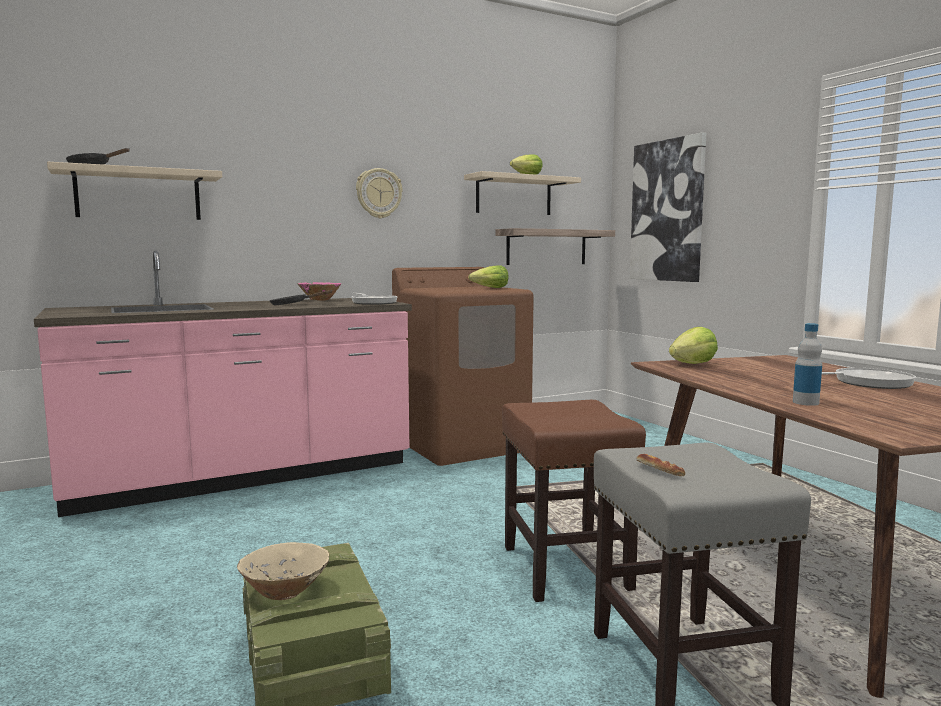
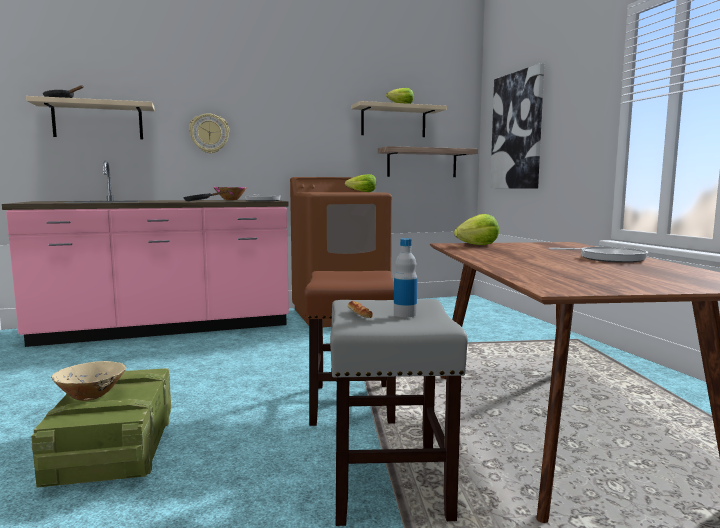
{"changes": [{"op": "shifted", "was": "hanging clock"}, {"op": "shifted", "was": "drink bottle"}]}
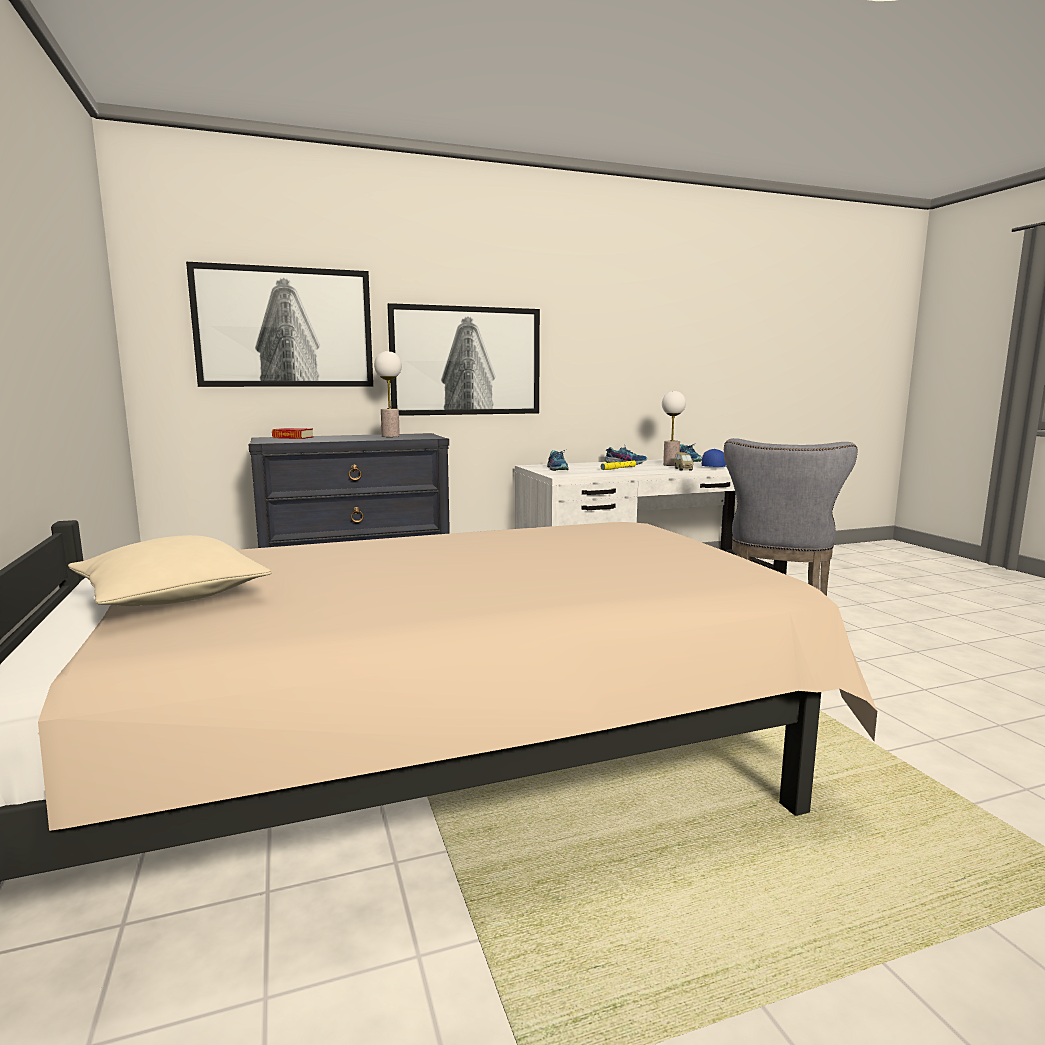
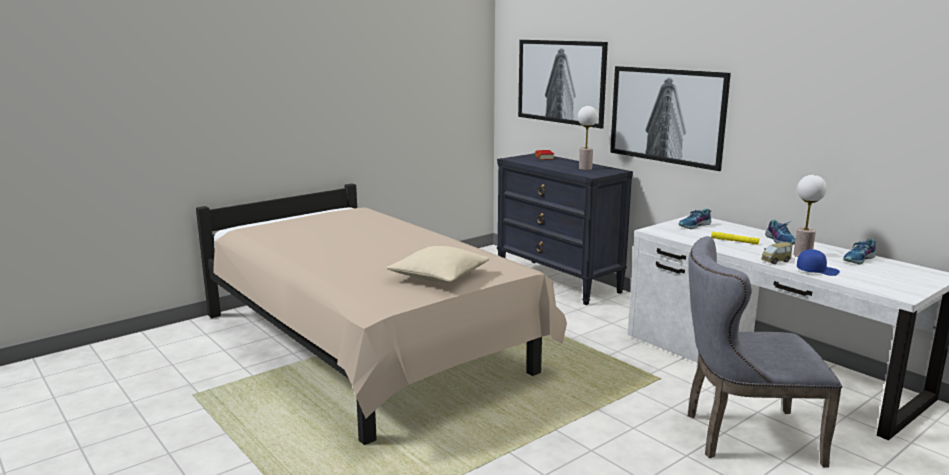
{"changes": [{"op": "shifted", "was": "beige-coloured throw pillow"}]}
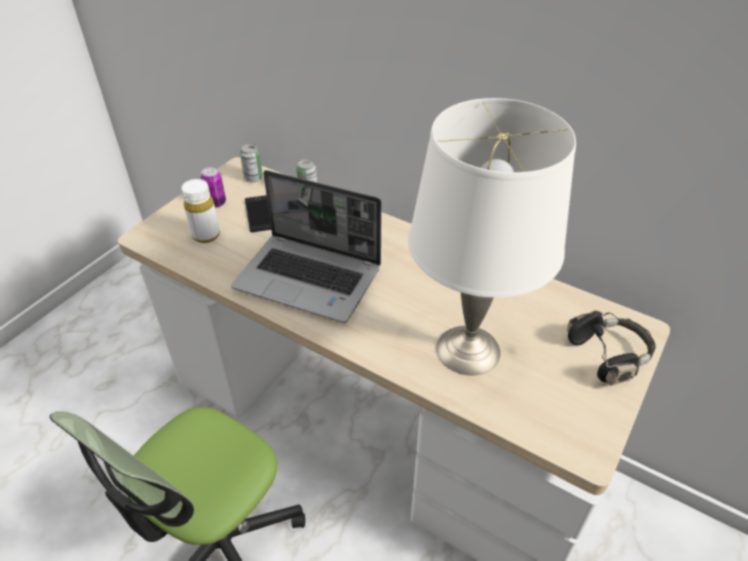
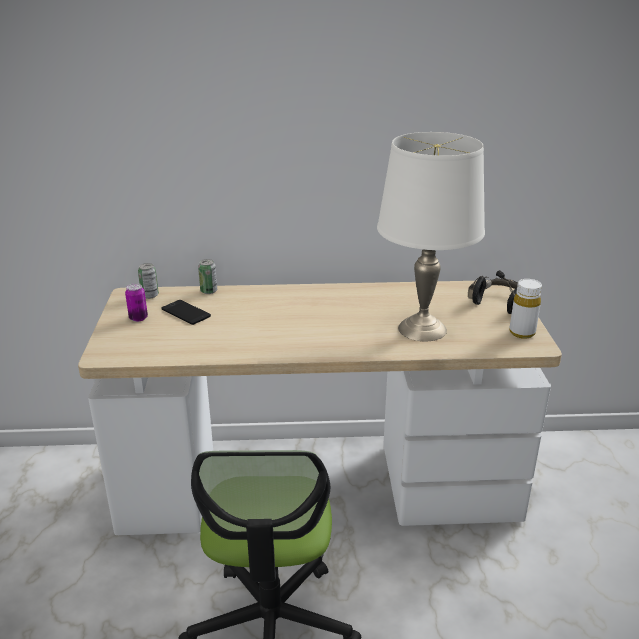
{"changes": [{"op": "shifted", "was": "white drink bottle"}, {"op": "gone", "was": "laptop"}]}
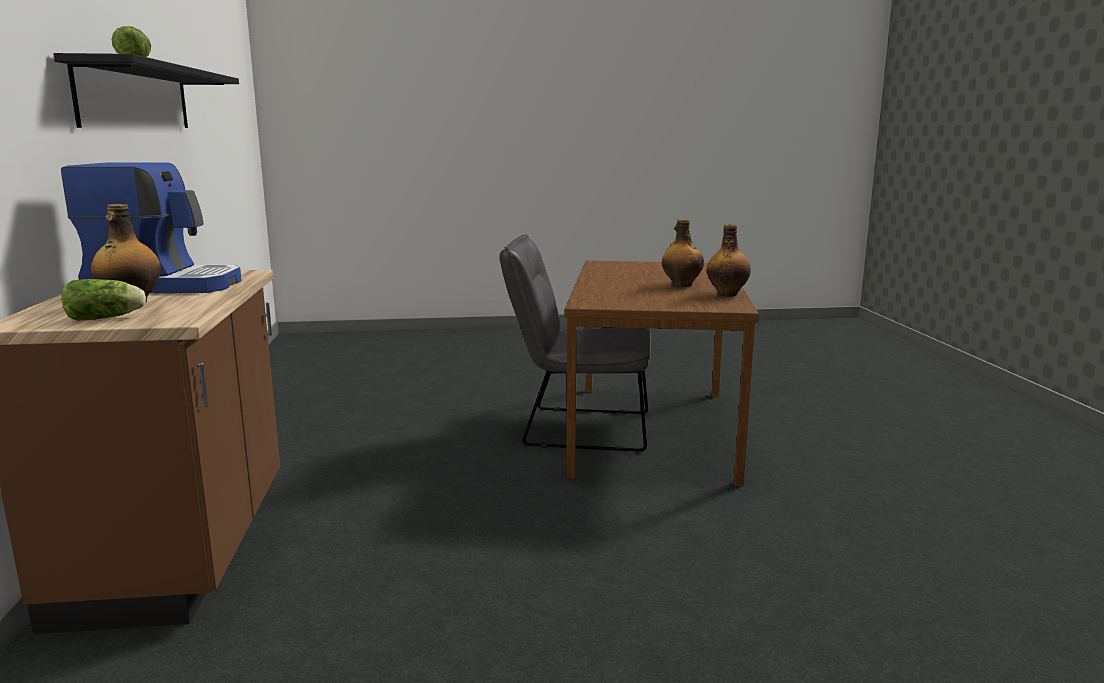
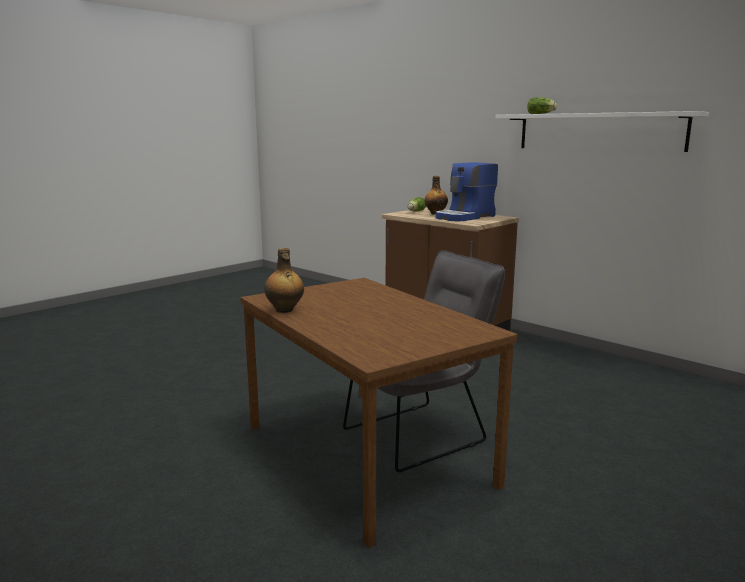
{"changes": [{"op": "repainted", "was": "blackish shelf", "now": "white shelf"}, {"op": "gone", "was": "drink bottle (no. 2 from left)"}]}
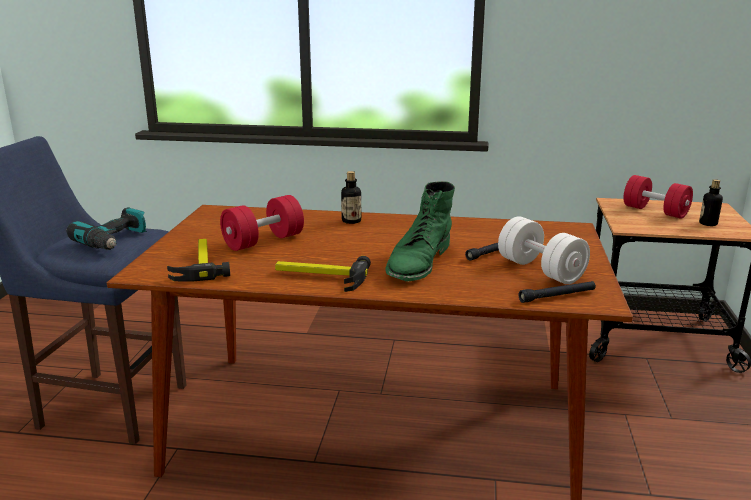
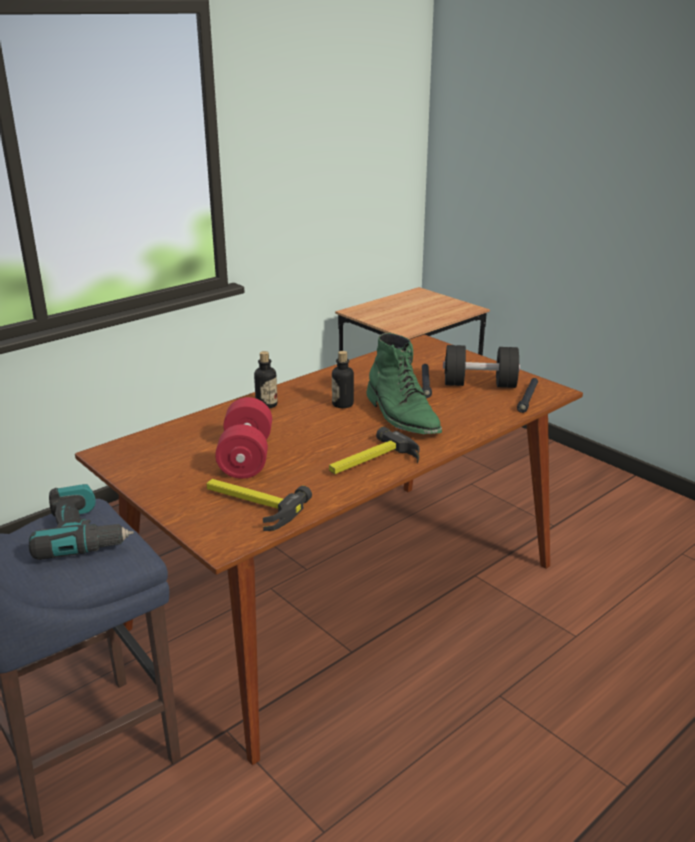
{"changes": [{"op": "shifted", "was": "drink bottle (no. 2 from left)"}, {"op": "repainted", "was": "white dumbbell", "now": "blackish dumbbell"}, {"op": "gone", "was": "red dumbbell (no. 2 from left)"}]}
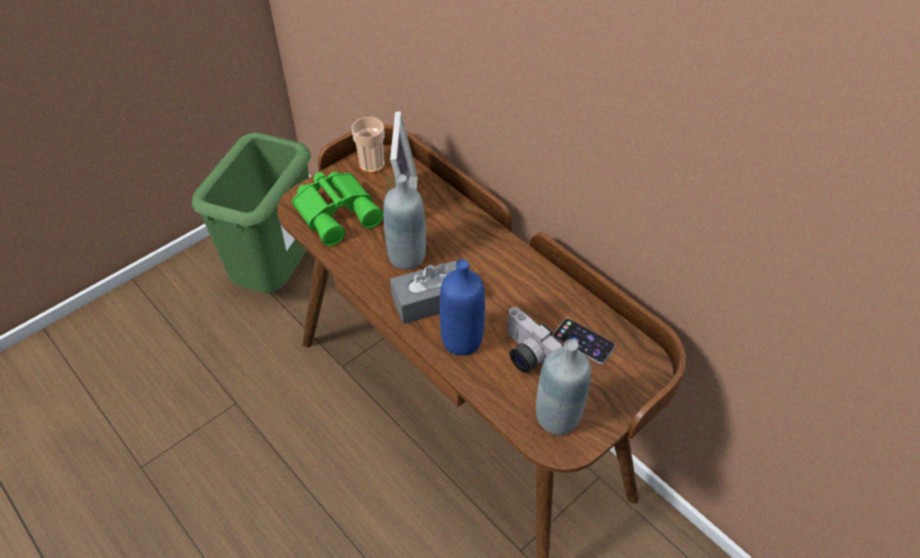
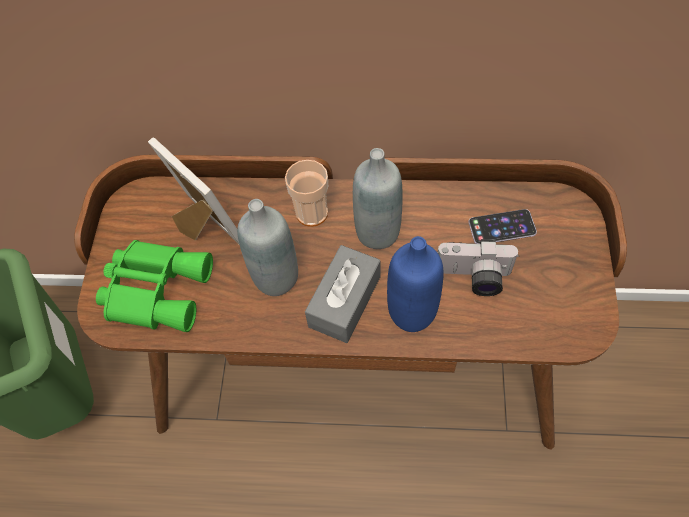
{"changes": [{"op": "shifted", "was": "cup"}, {"op": "shifted", "was": "gray drink bottle (no. 2 from left)"}]}
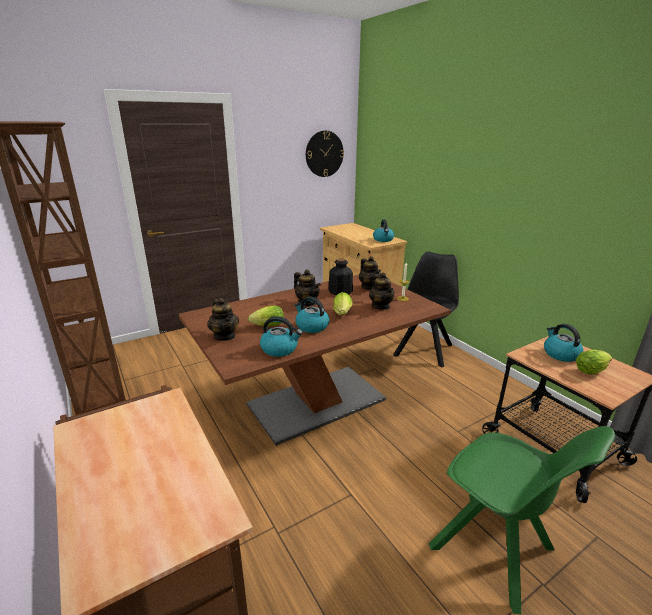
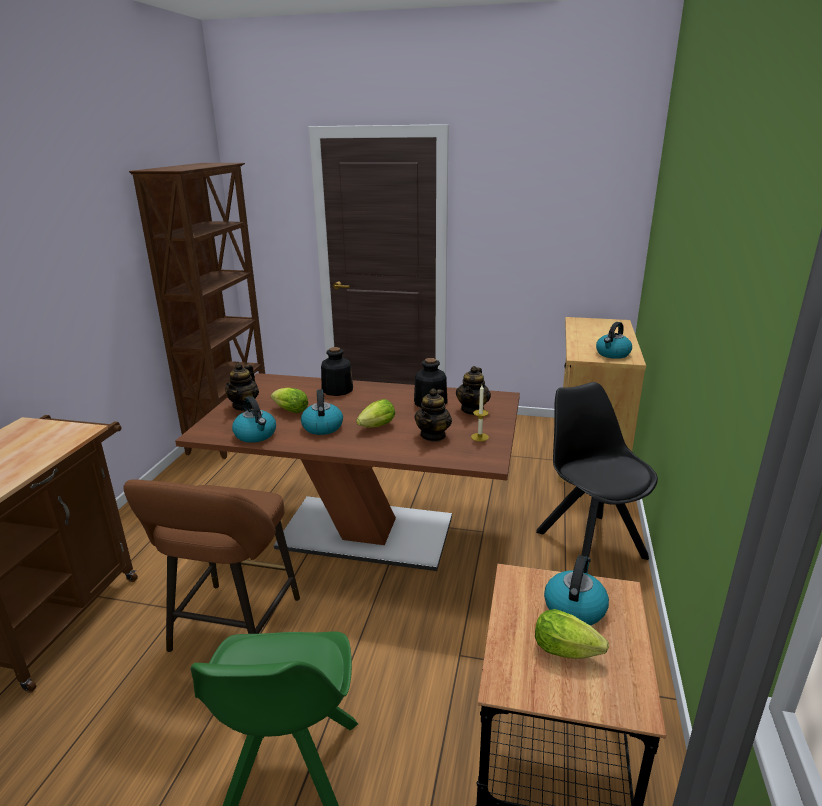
{"changes": [{"op": "new", "now": "brown-coloured stool"}, {"op": "new", "now": "drink bottle (no. 1 from left)"}, {"op": "rotated", "was": "blackish chair", "clockwise": -90}, {"op": "gone", "was": "teapot (no. 2 from left)"}, {"op": "gone", "was": "hanging clock"}]}
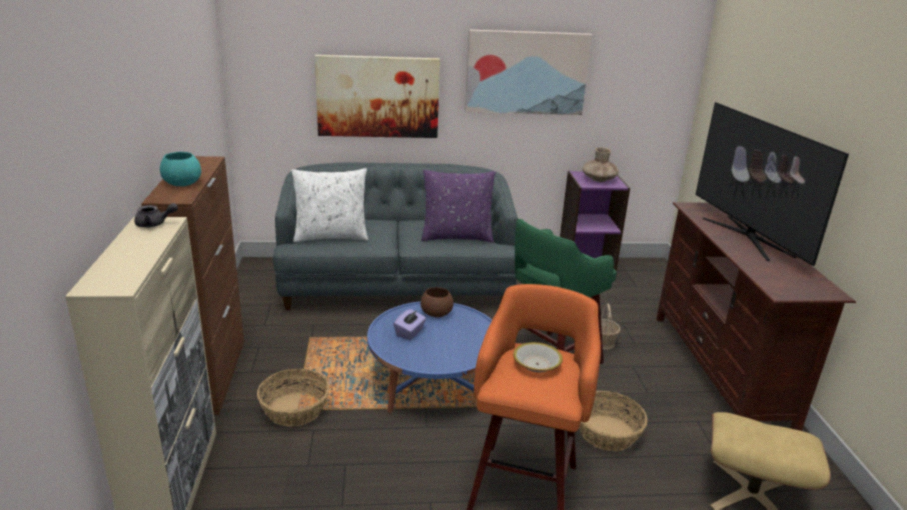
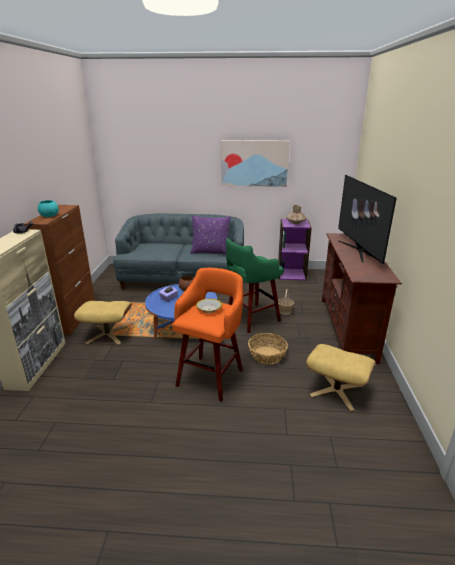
{"changes": [{"op": "swapped", "was": "basket (no. 1 from left)", "now": "beige-coloured footrest (no. 1 from left)"}, {"op": "gone", "was": "white throw pillow"}, {"op": "gone", "was": "wall picture (no. 1 from left)"}]}
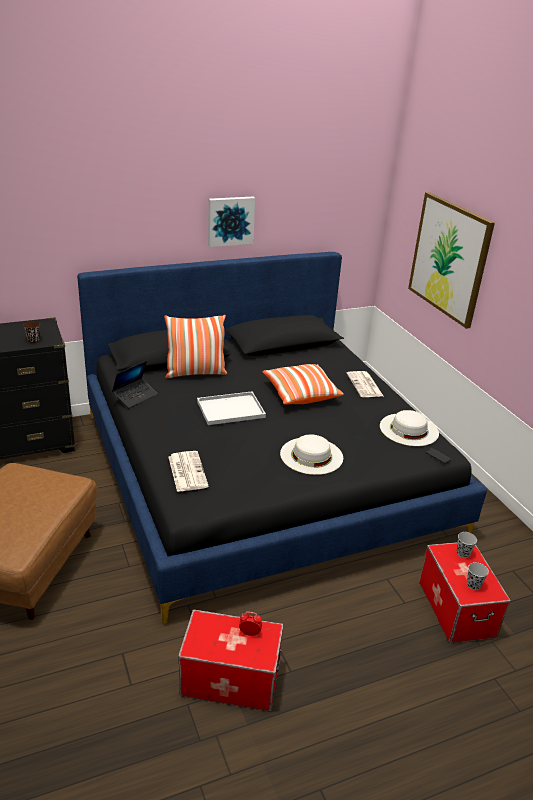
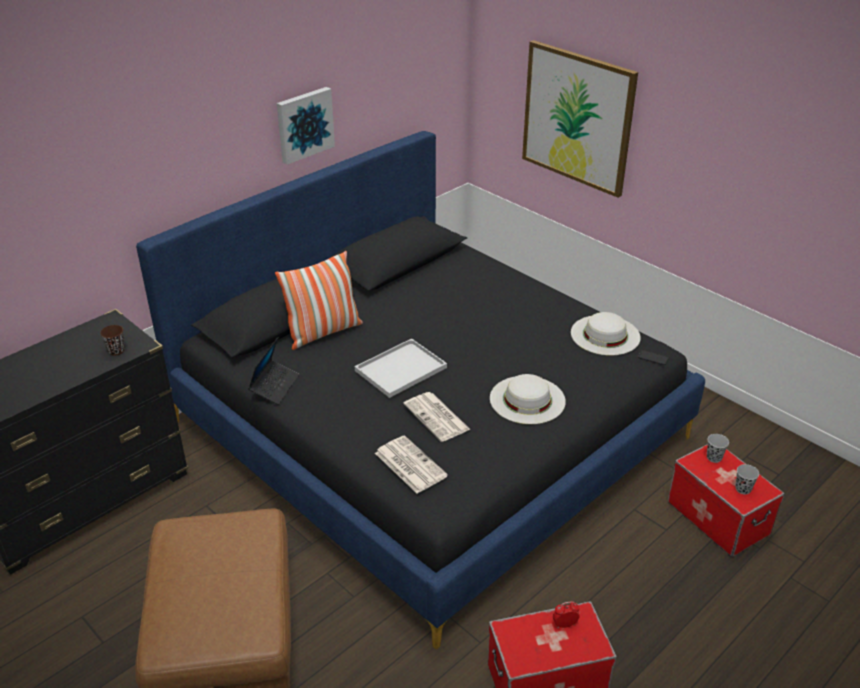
{"changes": [{"op": "shifted", "was": "daily paper (no. 2 from left)"}, {"op": "gone", "was": "throw pillow (no. 2 from left)"}]}
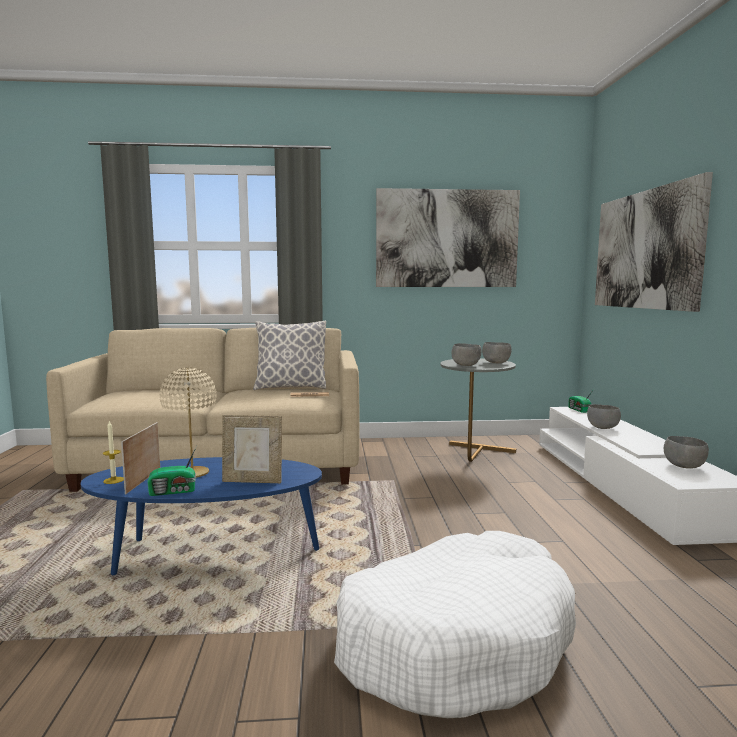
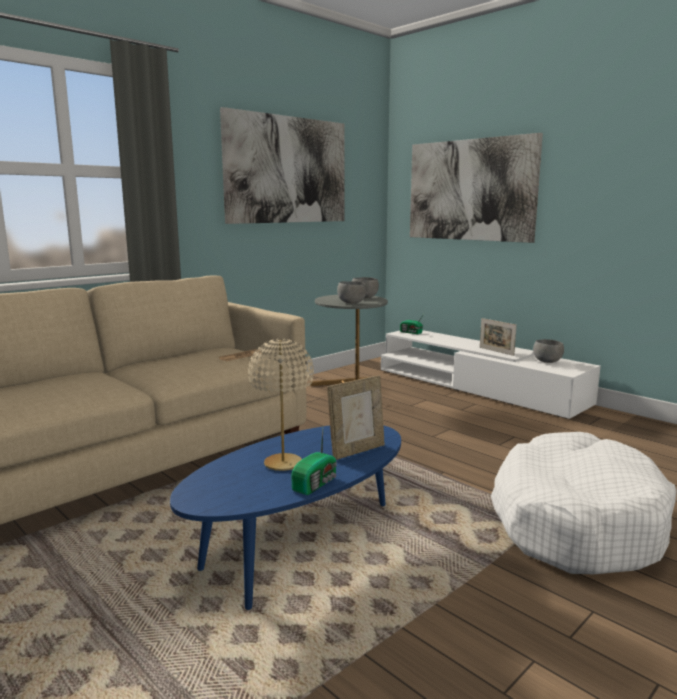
{"changes": [{"op": "shifted", "was": "picture frame (no. 1 from left in the first image)", "now": "picture frame (no. 2 from left)"}, {"op": "gone", "was": "candle"}, {"op": "gone", "was": "throw pillow"}, {"op": "gone", "was": "gray bowl (no. 3 from left)"}]}
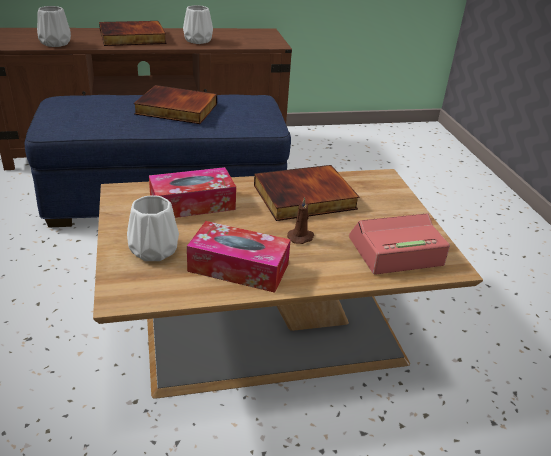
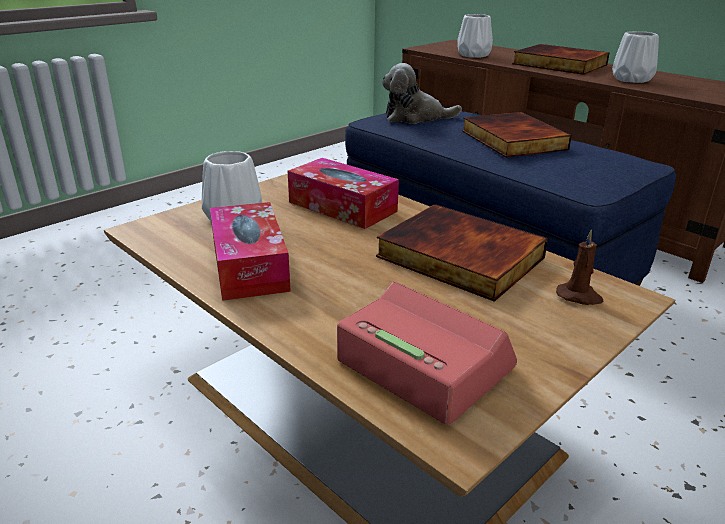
{"changes": [{"op": "new", "now": "soft toy"}, {"op": "shifted", "was": "brown-coloured candle"}]}
